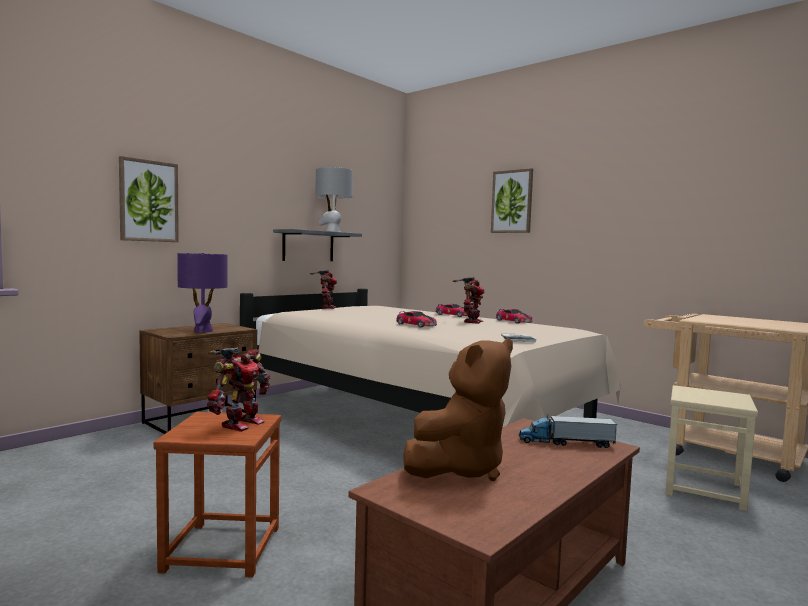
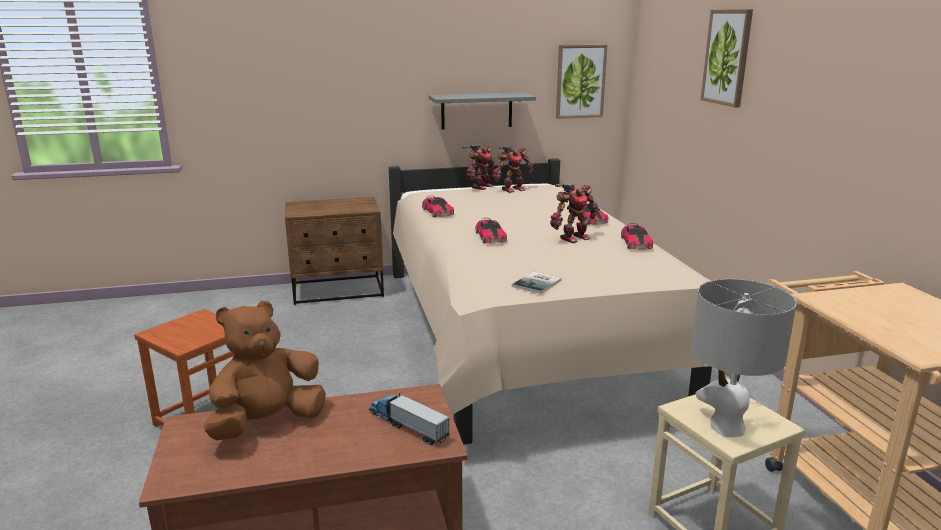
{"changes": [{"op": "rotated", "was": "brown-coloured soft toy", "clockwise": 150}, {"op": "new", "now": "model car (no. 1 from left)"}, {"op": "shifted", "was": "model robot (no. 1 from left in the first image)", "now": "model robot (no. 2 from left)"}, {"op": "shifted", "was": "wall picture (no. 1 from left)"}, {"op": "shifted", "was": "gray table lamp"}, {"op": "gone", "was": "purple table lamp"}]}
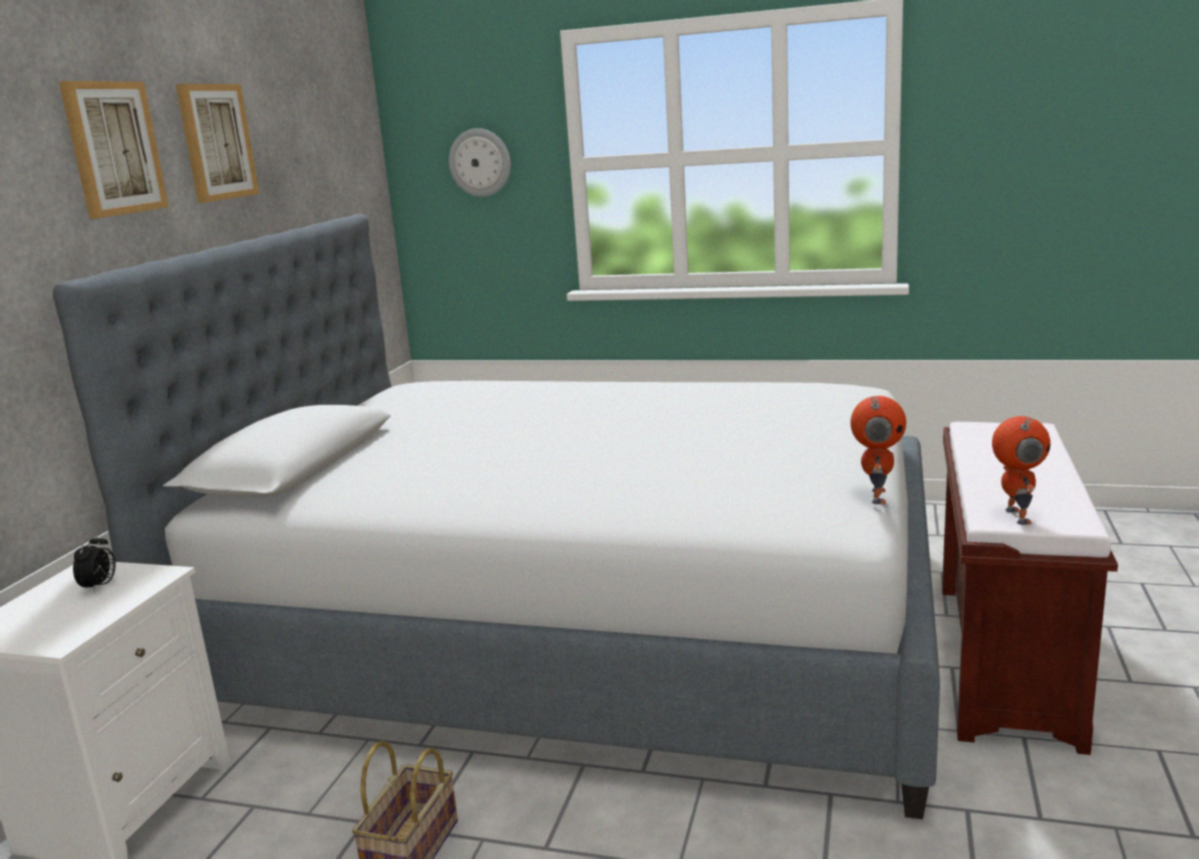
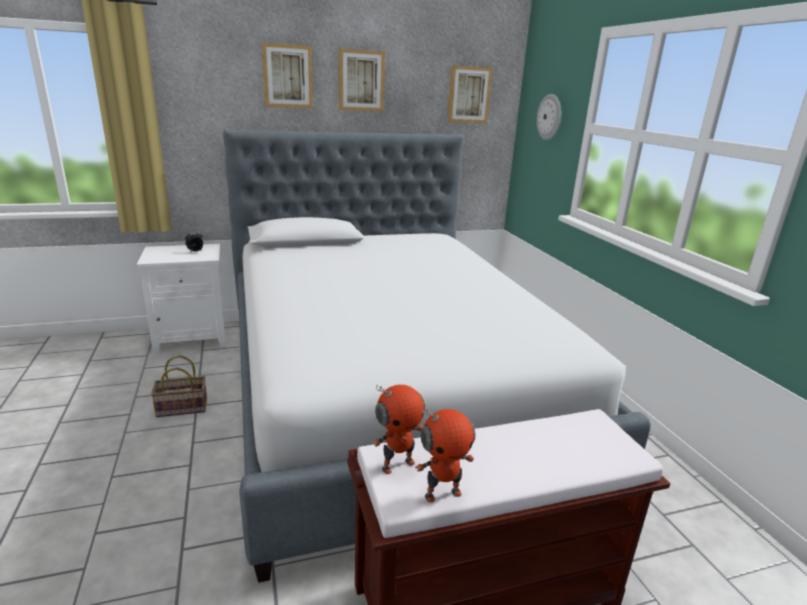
{"changes": [{"op": "shifted", "was": "model robot (no. 1 from left in the first image)", "now": "model robot (no. 2 from left)"}, {"op": "new", "now": "wall picture (no. 3 from left)"}]}
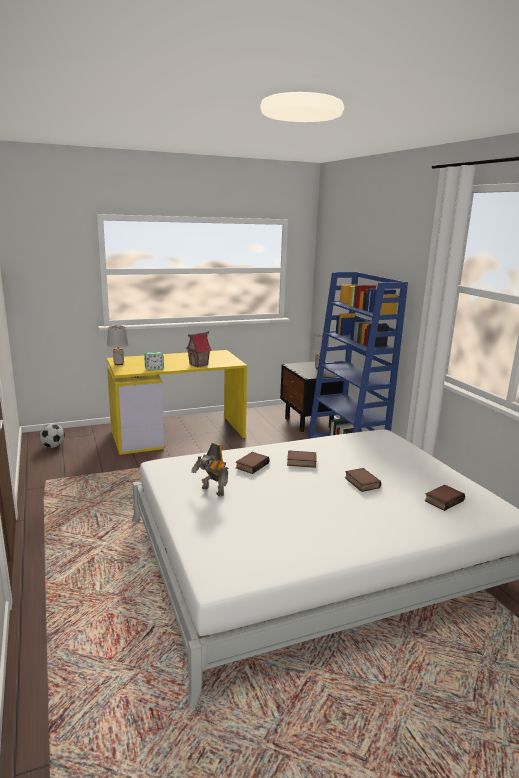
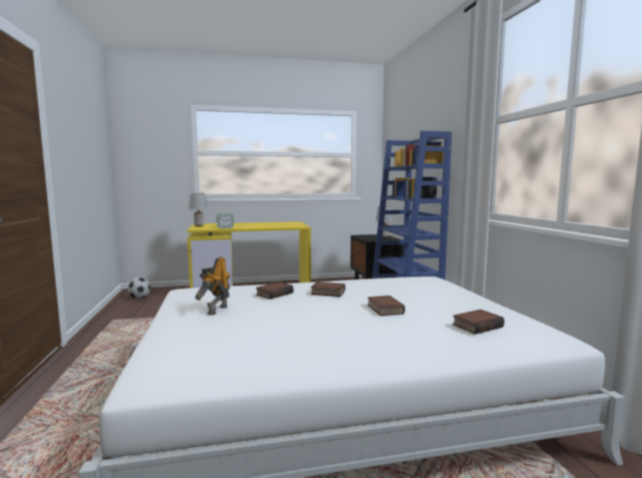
{"changes": [{"op": "rotated", "was": "model robot", "clockwise": 60}, {"op": "gone", "was": "miniature house"}]}
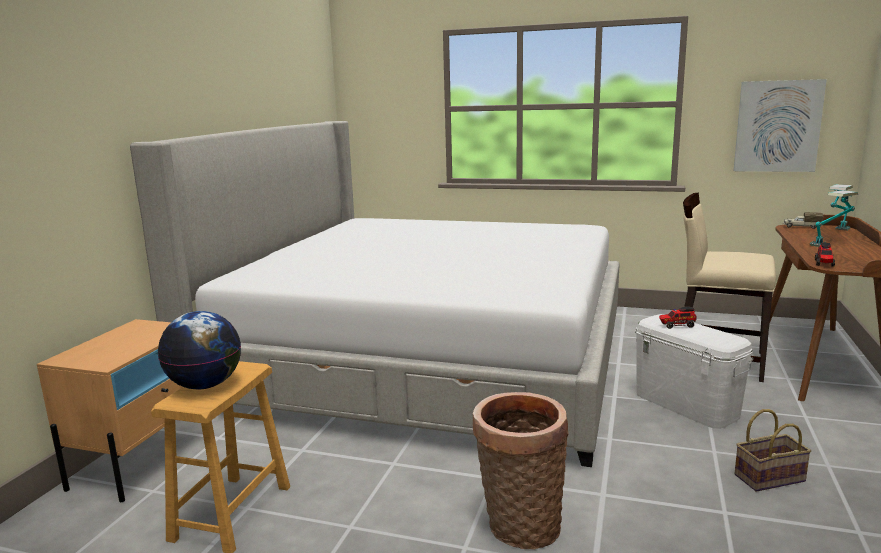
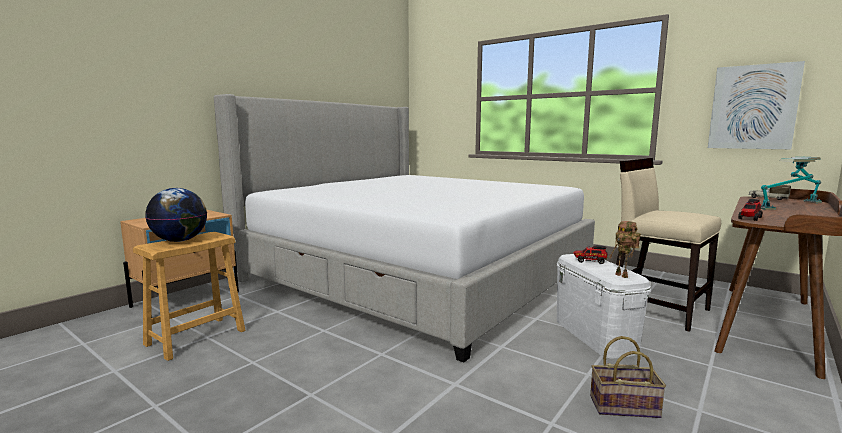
{"changes": [{"op": "new", "now": "model robot"}, {"op": "gone", "was": "basket (no. 1 from left)"}]}
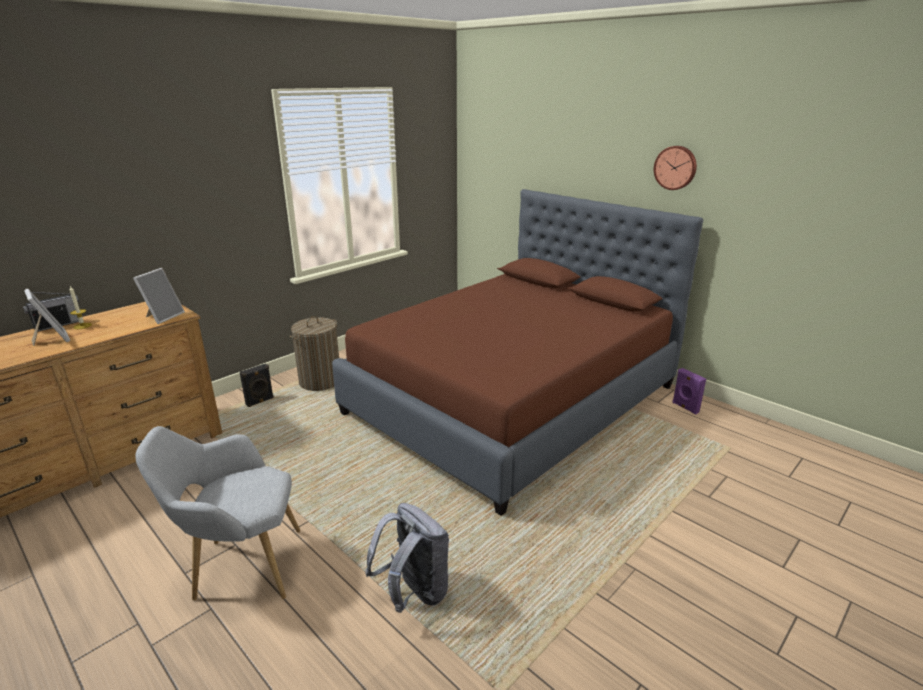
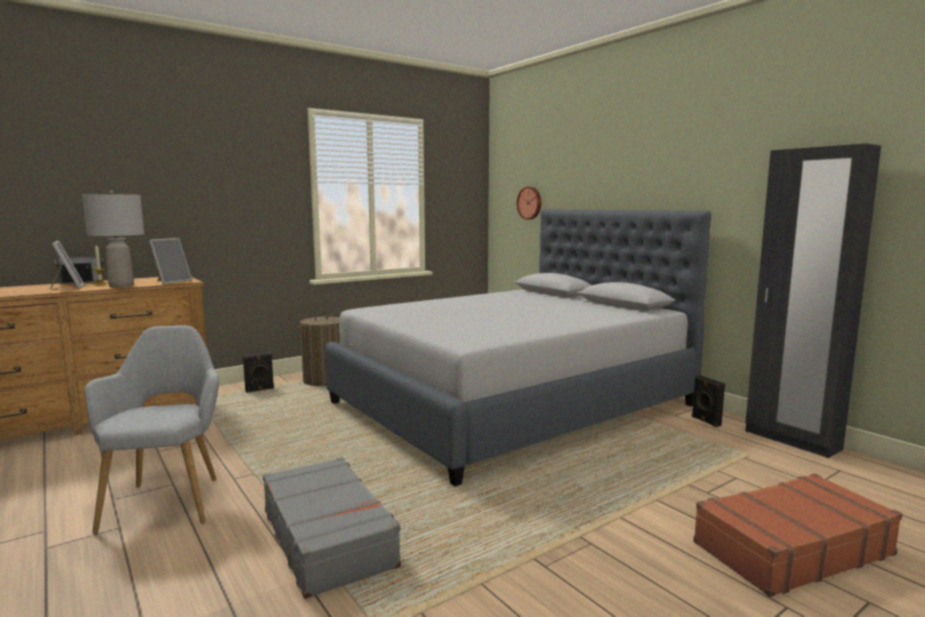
{"changes": [{"op": "new", "now": "gray table lamp"}, {"op": "rotated", "was": "gray armchair", "clockwise": 75}, {"op": "swapped", "was": "gray backpack", "now": "gray piece of luggage"}, {"op": "repainted", "was": "brown-coloured sleeping bed", "now": "gray sleeping bed"}, {"op": "shifted", "was": "hanging clock"}, {"op": "repainted", "was": "purple loudspeaker", "now": "blackish loudspeaker (no. 2 from left)"}, {"op": "new", "now": "brown-coloured piece of luggage"}, {"op": "new", "now": "blackish wardrobe"}]}
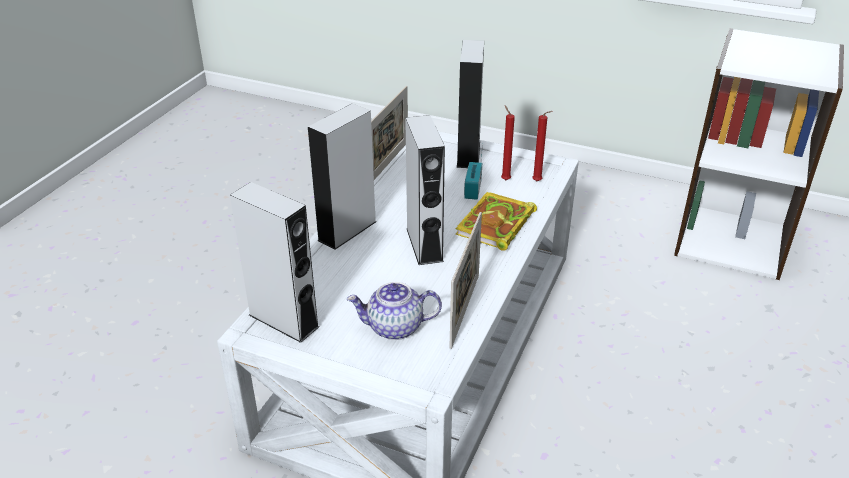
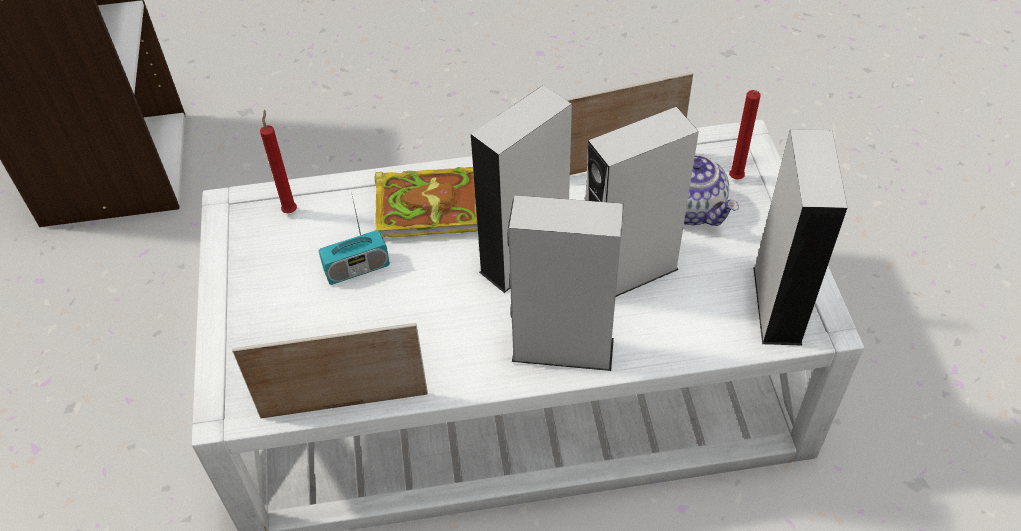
{"changes": [{"op": "shifted", "was": "gray loudspeaker (no. 4 from left in the first image)", "now": "gray loudspeaker (no. 3 from left)"}, {"op": "shifted", "was": "red candle (no. 1 from left in the first image)", "now": "red candle (no. 2 from left)"}]}
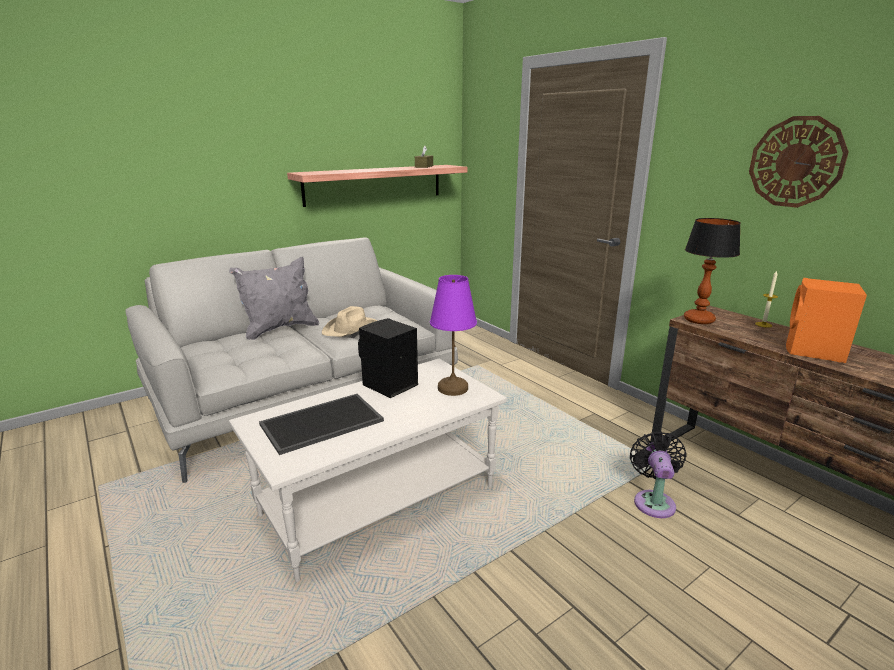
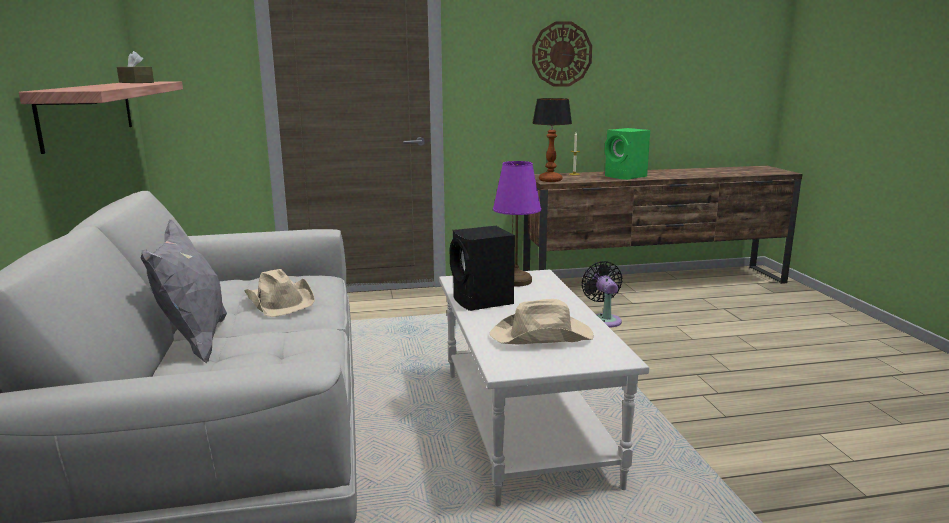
{"changes": [{"op": "swapped", "was": "tray", "now": "beige-coloured clothing hat (no. 2 from left)"}, {"op": "rotated", "was": "blackish cooling fan", "clockwise": 45}, {"op": "repainted", "was": "orangey loudspeaker", "now": "green-coloured loudspeaker"}]}
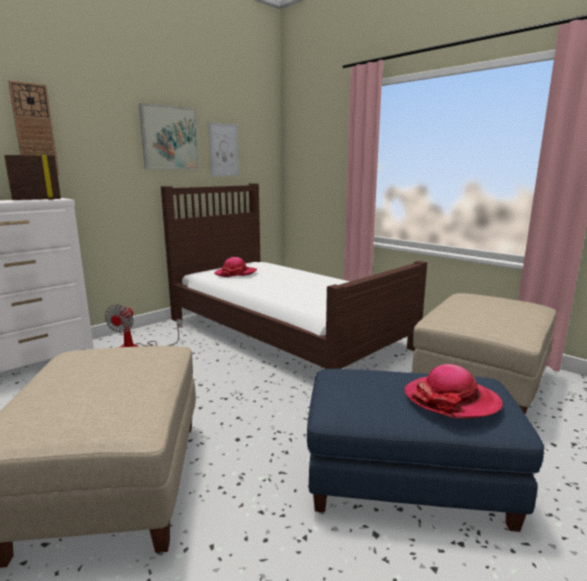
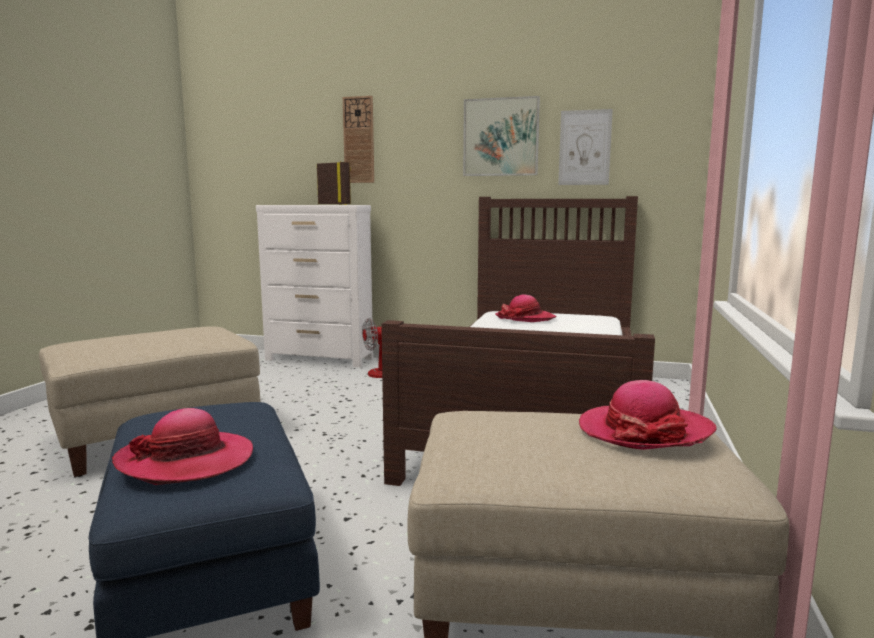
{"changes": [{"op": "new", "now": "clothing hat (no. 3 from left)"}]}
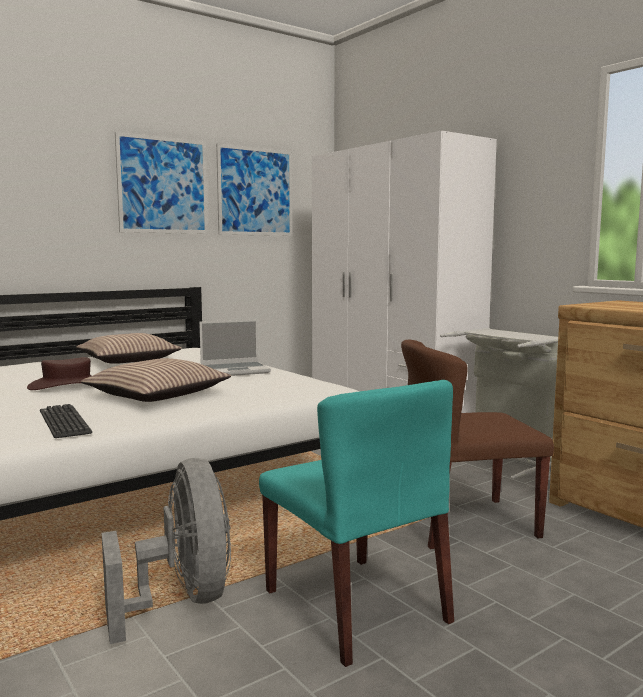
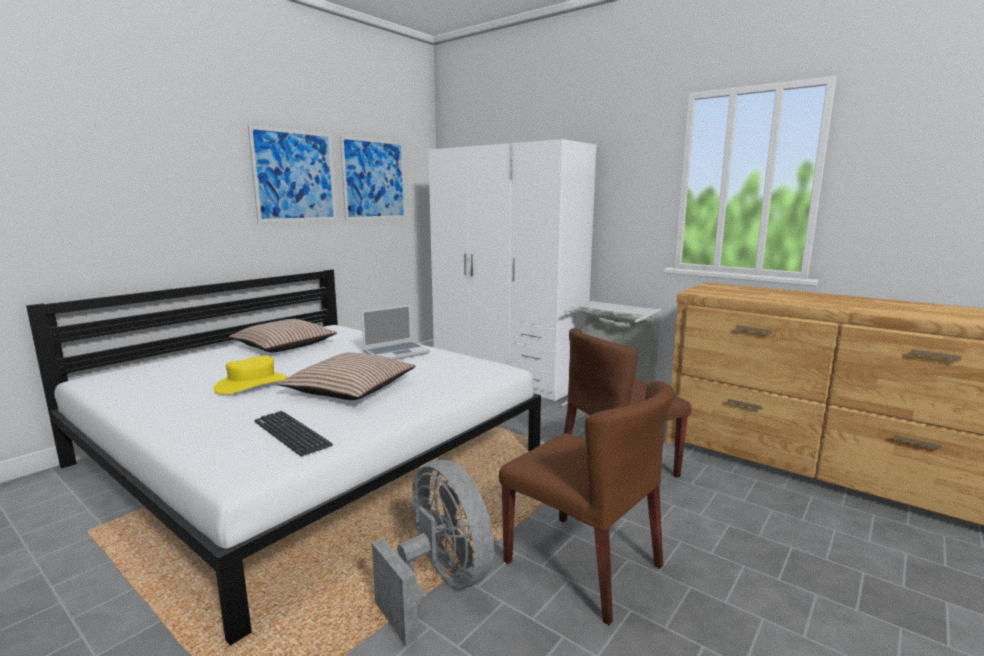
{"changes": [{"op": "repainted", "was": "brown-coloured clothing hat", "now": "yellow clothing hat"}, {"op": "repainted", "was": "turquoise chair", "now": "brown-coloured chair (no. 1 from left)"}]}
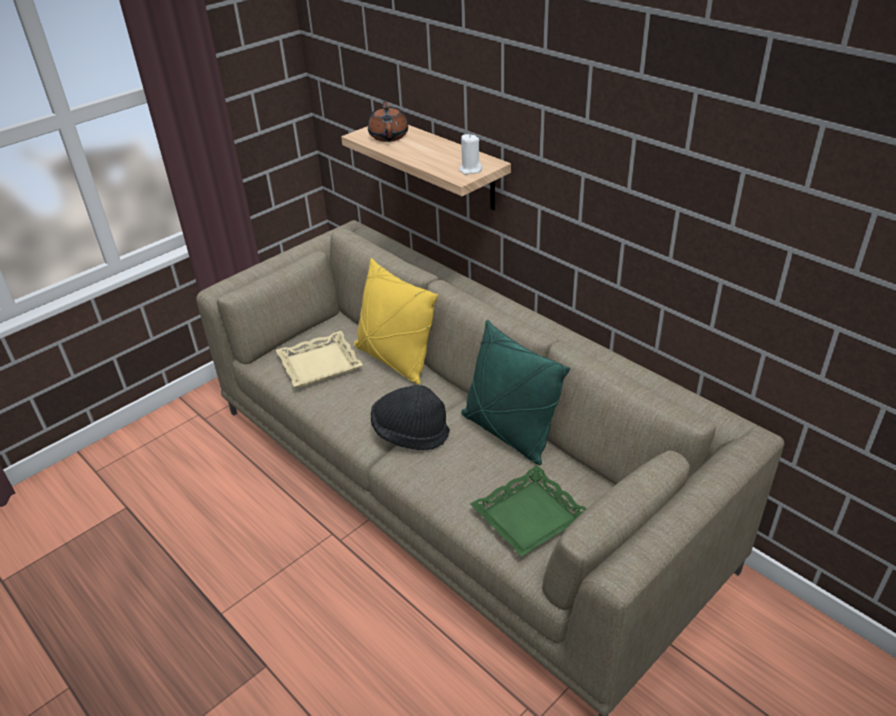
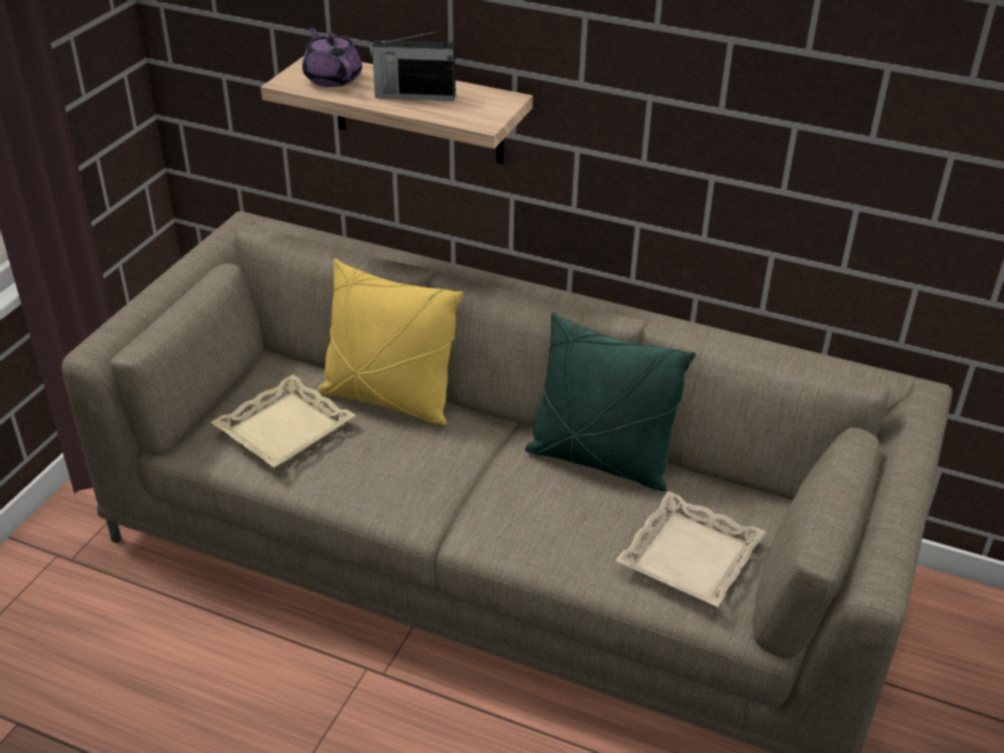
{"changes": [{"op": "repainted", "was": "brown-coloured teapot", "now": "purple teapot"}, {"op": "new", "now": "radio set"}, {"op": "repainted", "was": "green-coloured tray", "now": "beige-coloured tray (no. 2 from left)"}, {"op": "gone", "was": "blackish clothing hat"}, {"op": "gone", "was": "white candle"}]}
